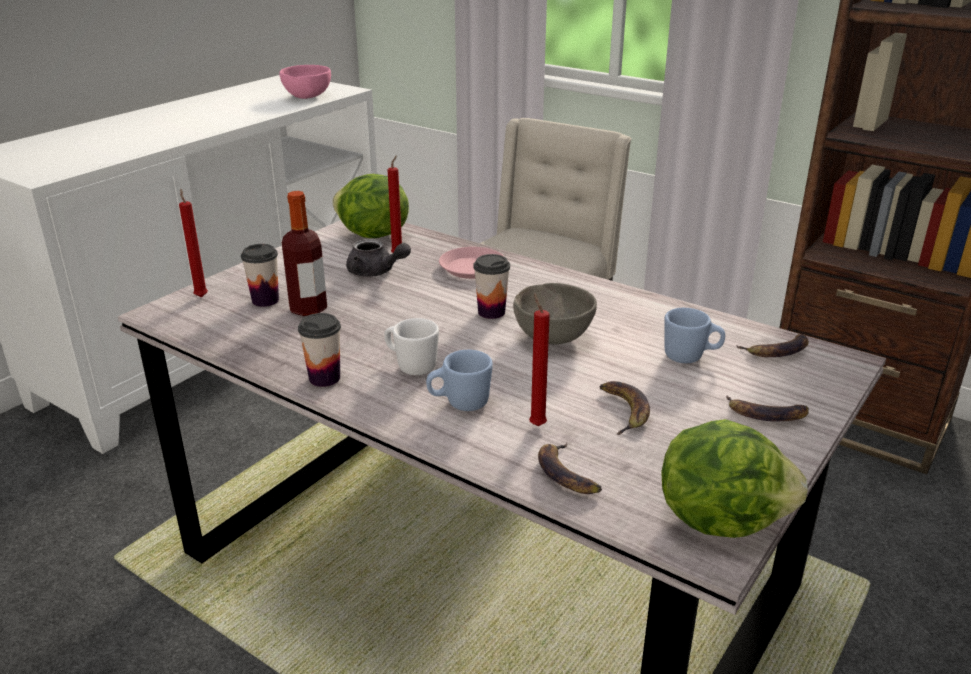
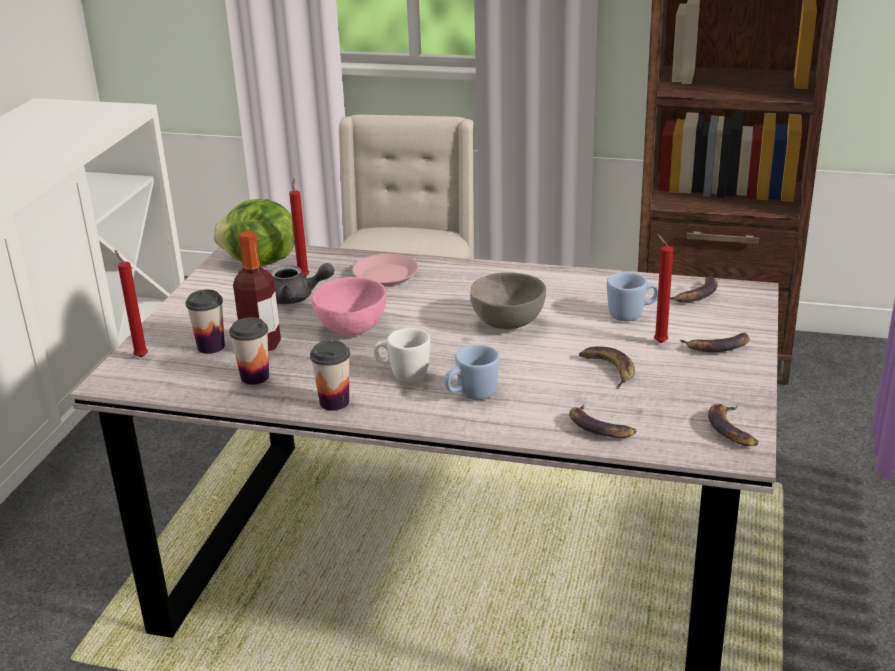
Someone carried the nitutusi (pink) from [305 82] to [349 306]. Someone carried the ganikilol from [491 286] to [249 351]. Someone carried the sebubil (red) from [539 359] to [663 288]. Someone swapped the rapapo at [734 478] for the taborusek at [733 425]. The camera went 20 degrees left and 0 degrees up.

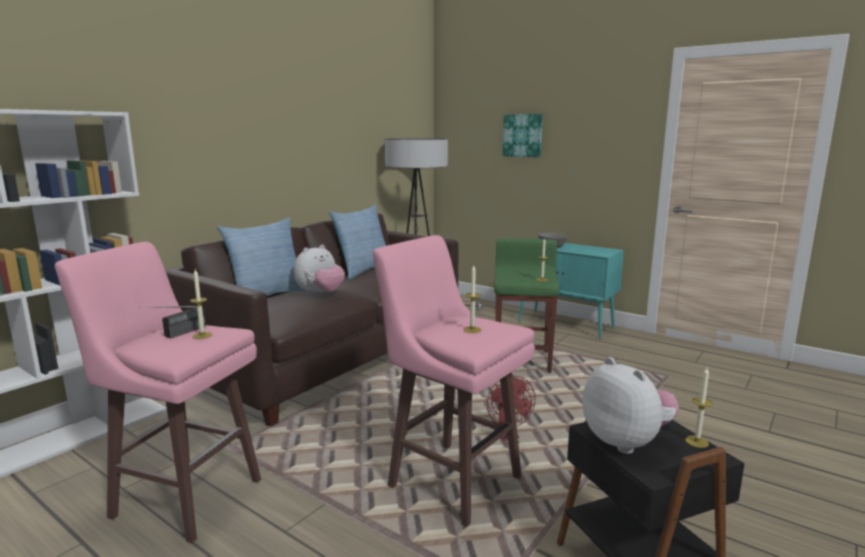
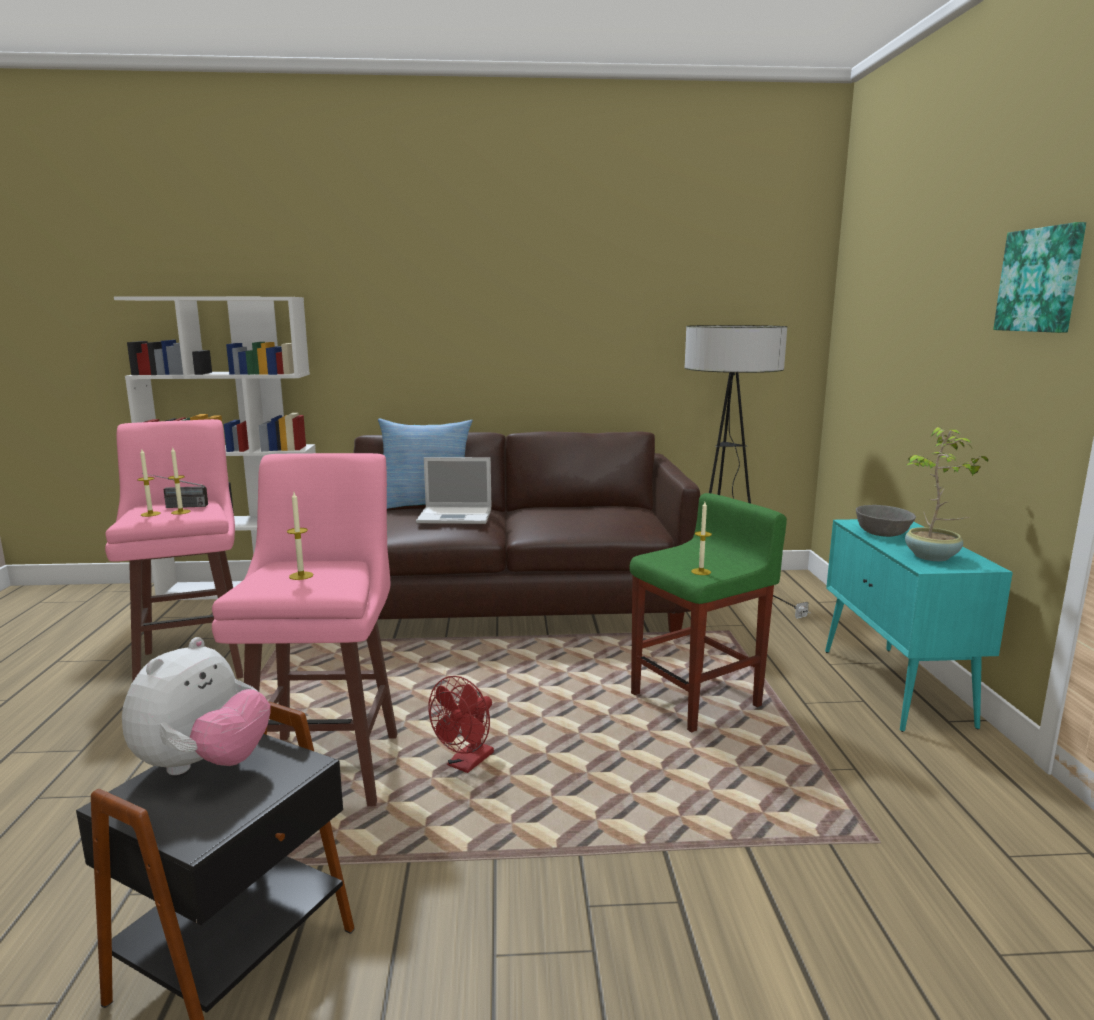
Someone took away the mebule at [357 242]. Someone put down the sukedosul at [946 494]. Someone carried the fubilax from [523 135] to [1039 277]. Someone carried the sebubil from [699 408] to [149 483]. Someone swapped the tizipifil at [319 270] for the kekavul at [453 490]. The camera went 50 degrees right and 0 degrees up.

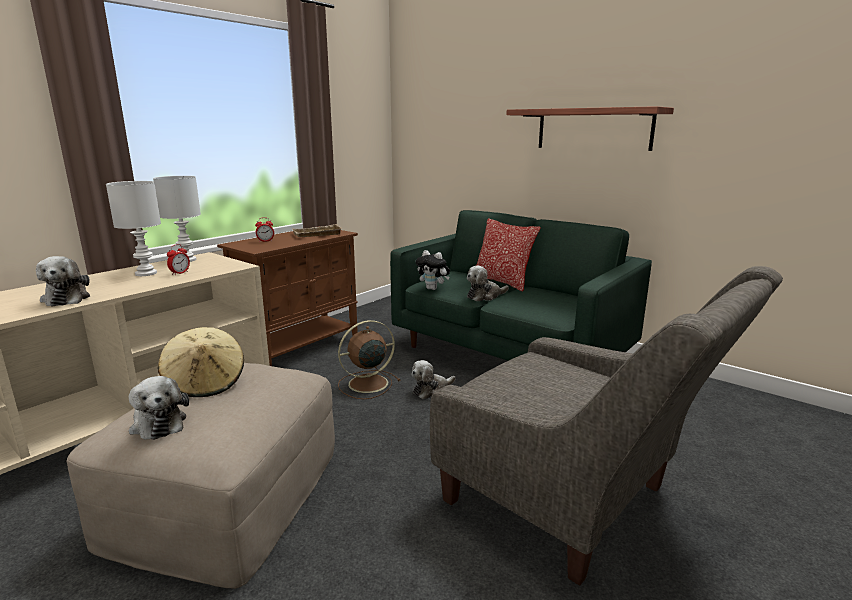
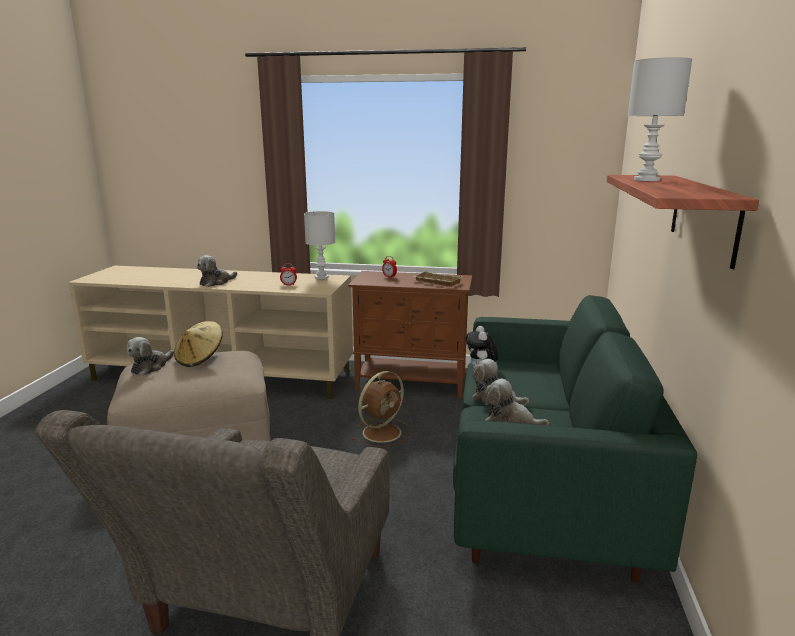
Someone took away the mebule at [508 255]. Someone carried the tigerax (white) from [133 228] to [660 119]. Someone carried the tizipifil from [433 379] to [517 402]. Someone rotated the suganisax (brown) at [369 359] by 105 degrees clockwise. The camera went 60 degrees right and 0 degrees up.

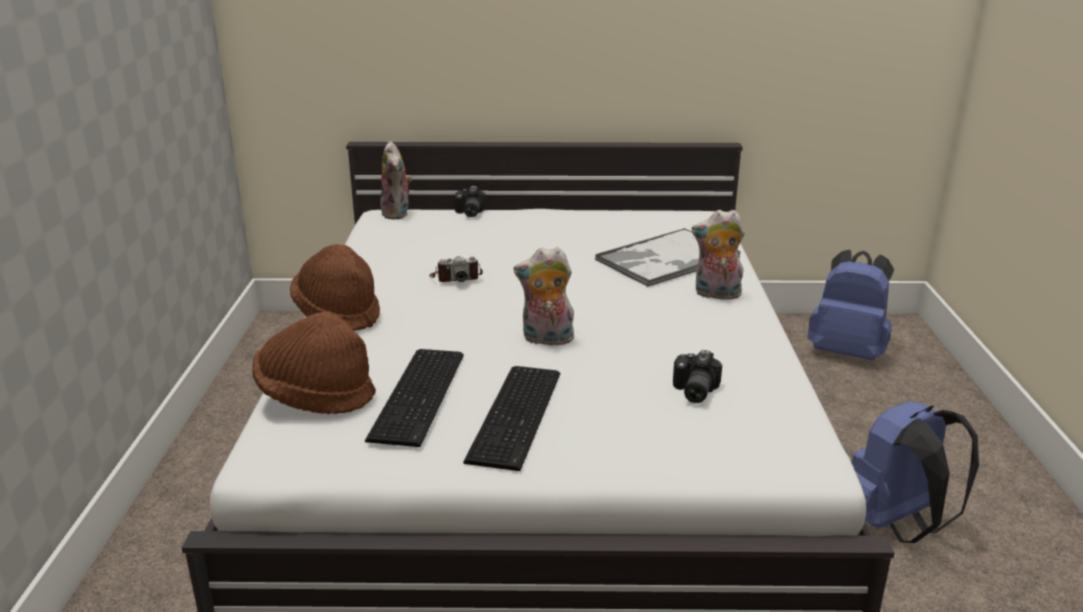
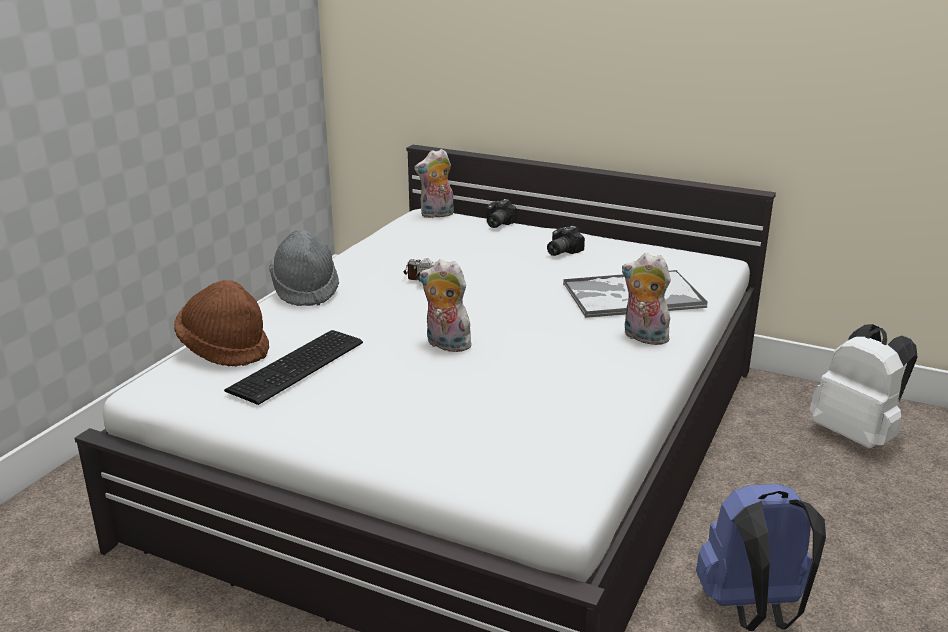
Someone took away the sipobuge at [511 418]. Someone carried the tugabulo from [697 376] to [566 241]. Someone repainted the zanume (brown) at [335 287], which became the zanume (grey) at [304 267]. Someone repainted the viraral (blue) at [850 305], which became the viraral (white) at [863 386]. Someone rotated the tizipifil at [396 180] by 60 degrees clockwise. The camera went 25 degrees right and 0 degrees up.

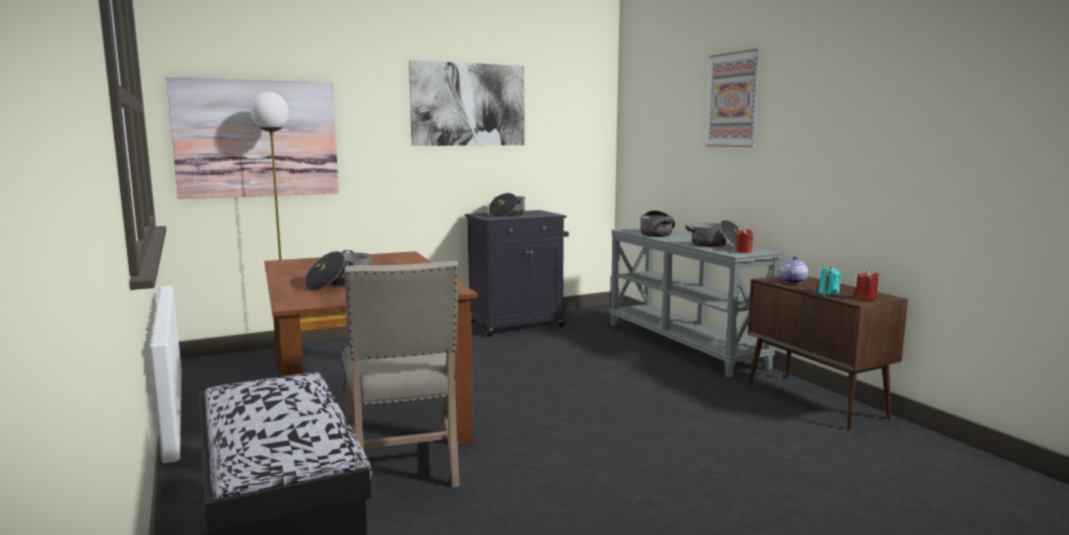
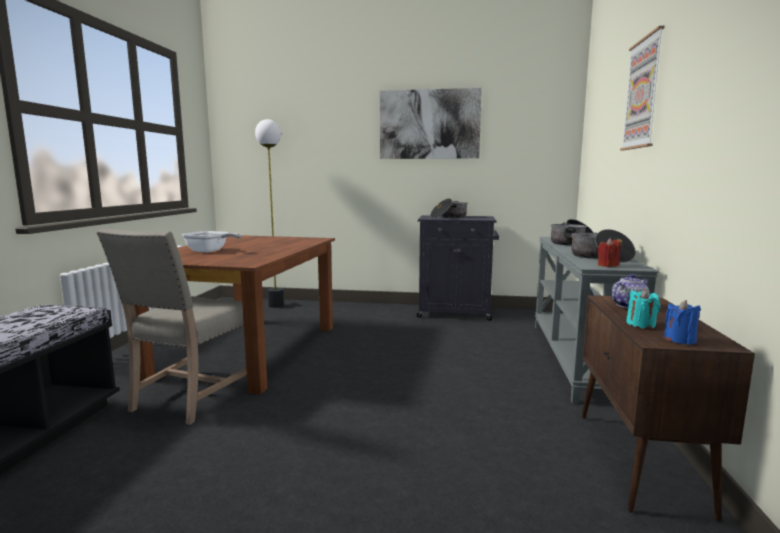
Someone took away the fubilax at [252 138]. Someone swapped the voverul at [338 270] for the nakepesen at [212 241]. Someone repainted the sebubil (red) at [867 285], which became the sebubil (blue) at [682 322]. The camera went 35 degrees right and 0 degrees up.

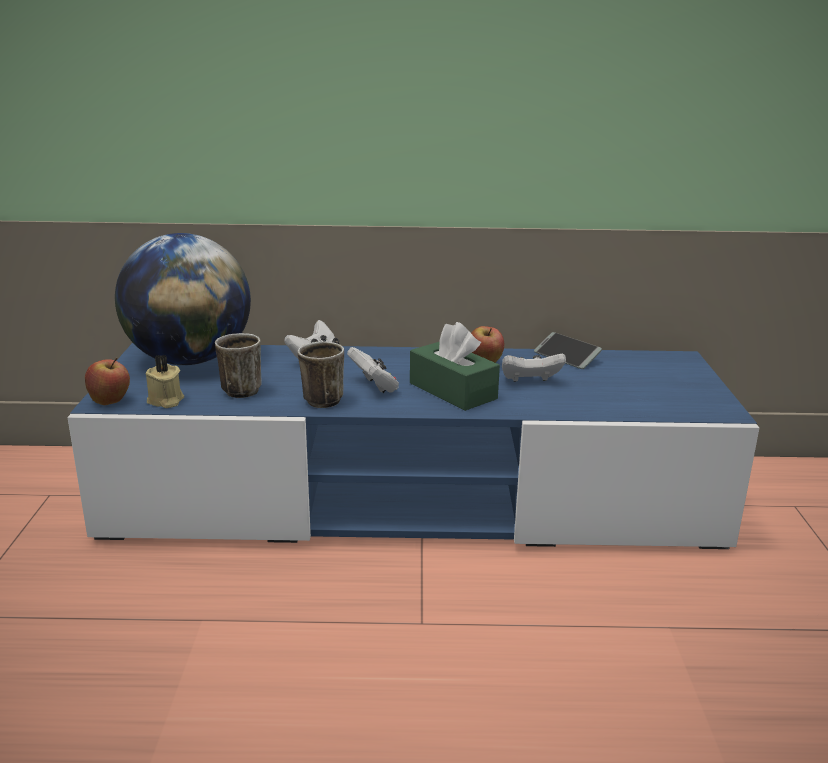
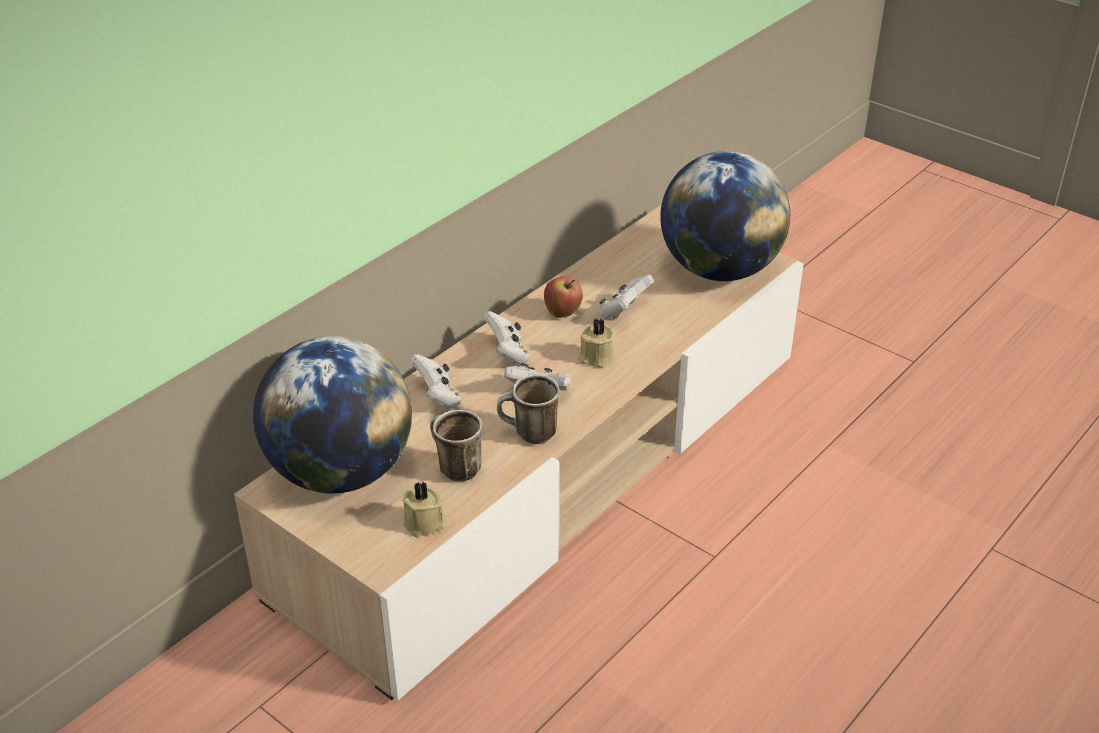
Someone took away the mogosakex at [107 381]. Someone took away the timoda at [568 350]. Someone put down the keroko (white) at [506 338]. Someone put down the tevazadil at [725 216]. Someone swapped the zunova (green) at [455 366] for the sebubil (beige) at [596 343]. Someone repainted the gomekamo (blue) at [413 446], which became the gomekamo (beige) at [519 453]. The camera went 50 degrees left and 15 degrees up.

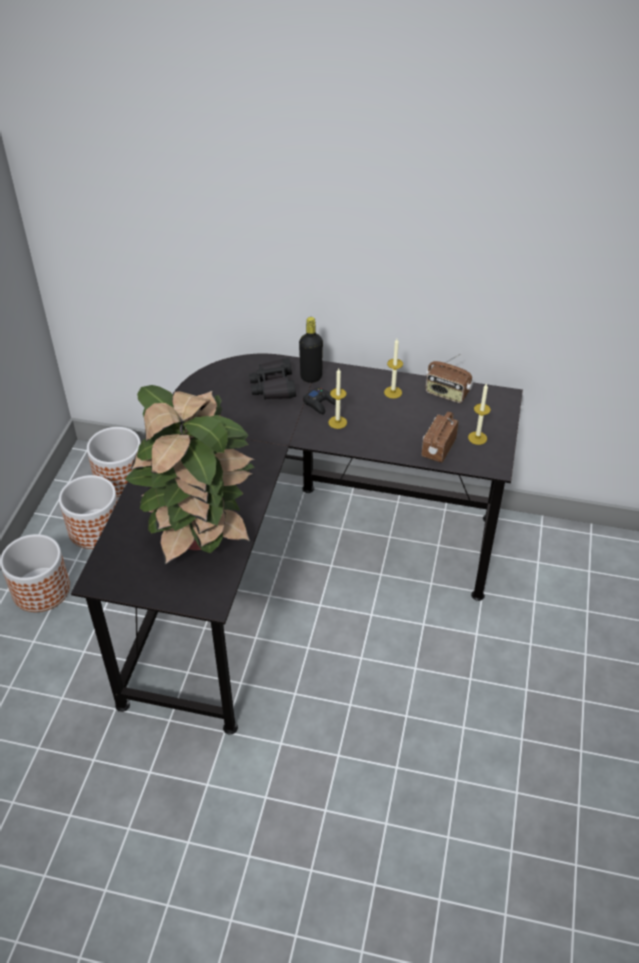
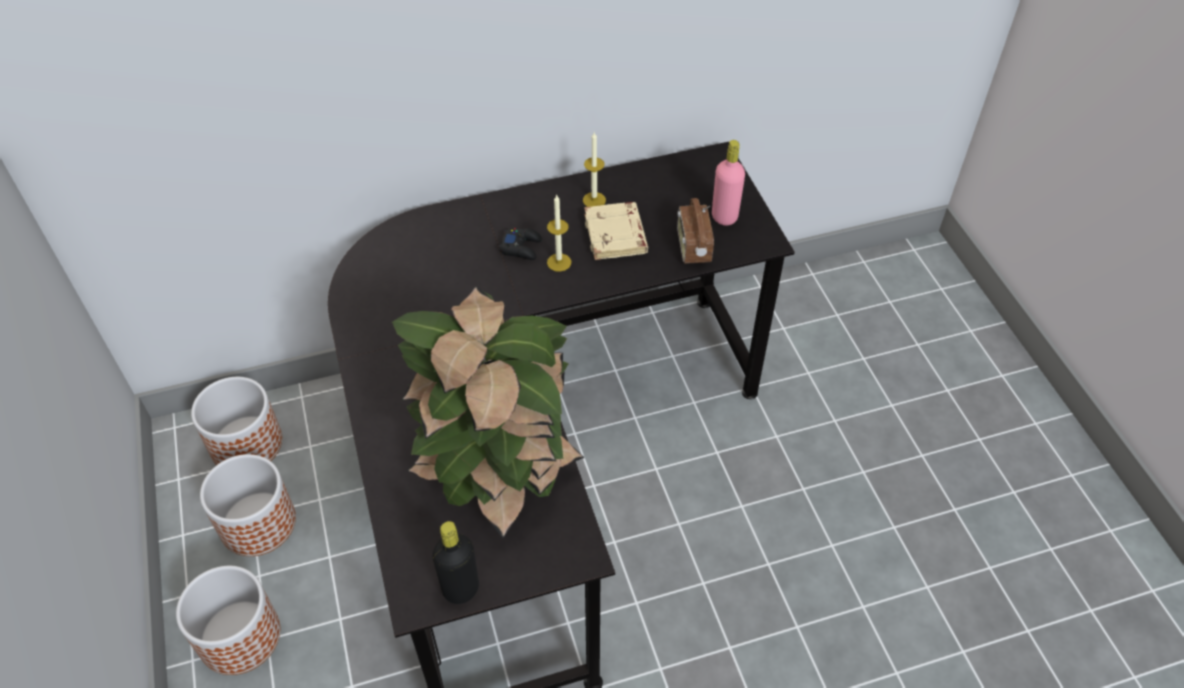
Someone took away the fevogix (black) at [272 379]. Someone took away the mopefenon at [449 378]. Someone put down the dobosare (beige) at [616 231]. Someone carried the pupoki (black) from [311 350] to [455 562]. Someone swapped the sebubil at [479 414] for the pupoki (pink) at [728 182]. The camera went 30 degrees left and 5 degrees up.

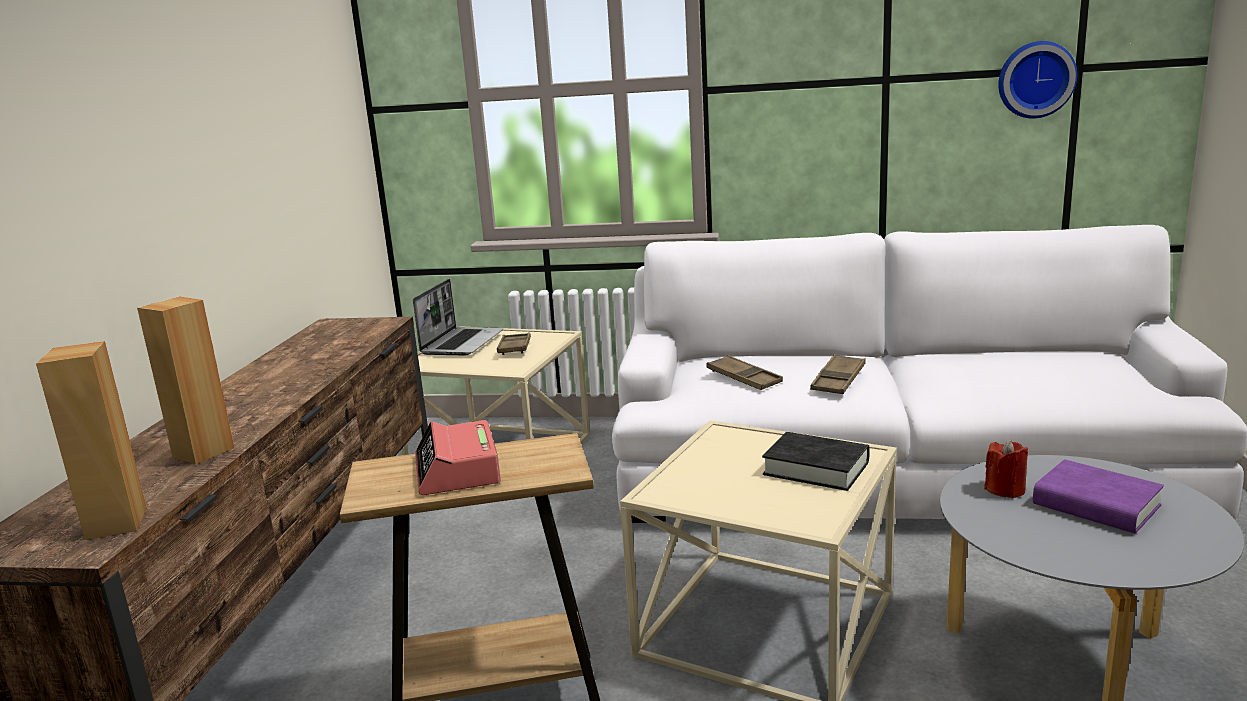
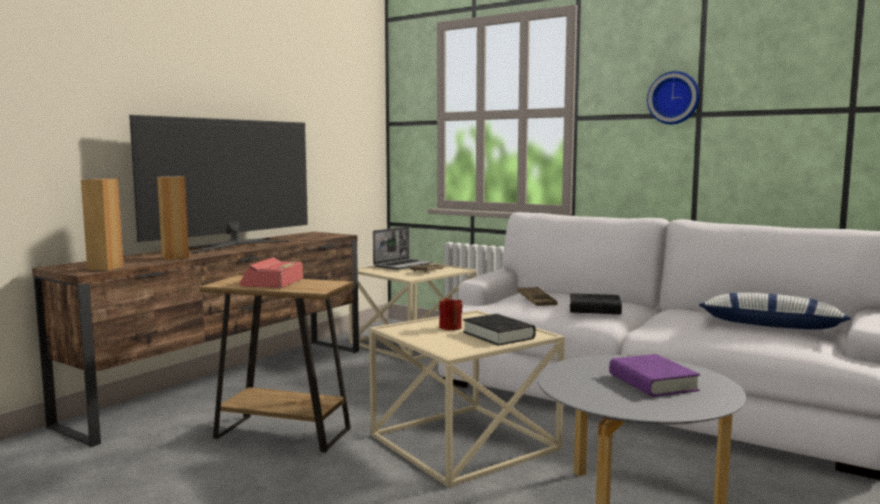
Someone put down the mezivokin at [218 184]. Someone put down the mebule at [775 311]. Someone carried the sebubil (red) from [1006 468] to [451 312]. Someone carried the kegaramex from [1037 80] to [673 97]. Someone swapped the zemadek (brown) at [838 374] for the dobosare (black) at [596 303]. The camera went 25 degrees right and 10 degrees down.

